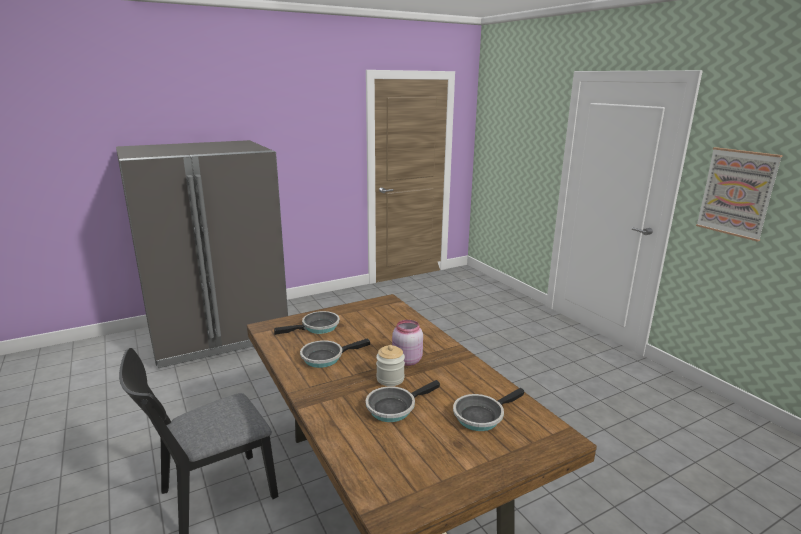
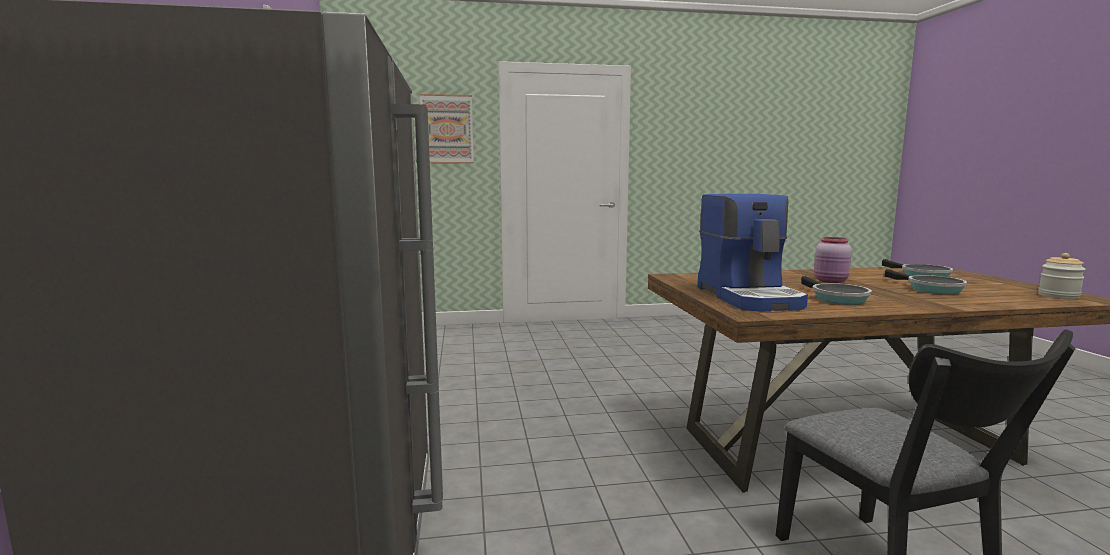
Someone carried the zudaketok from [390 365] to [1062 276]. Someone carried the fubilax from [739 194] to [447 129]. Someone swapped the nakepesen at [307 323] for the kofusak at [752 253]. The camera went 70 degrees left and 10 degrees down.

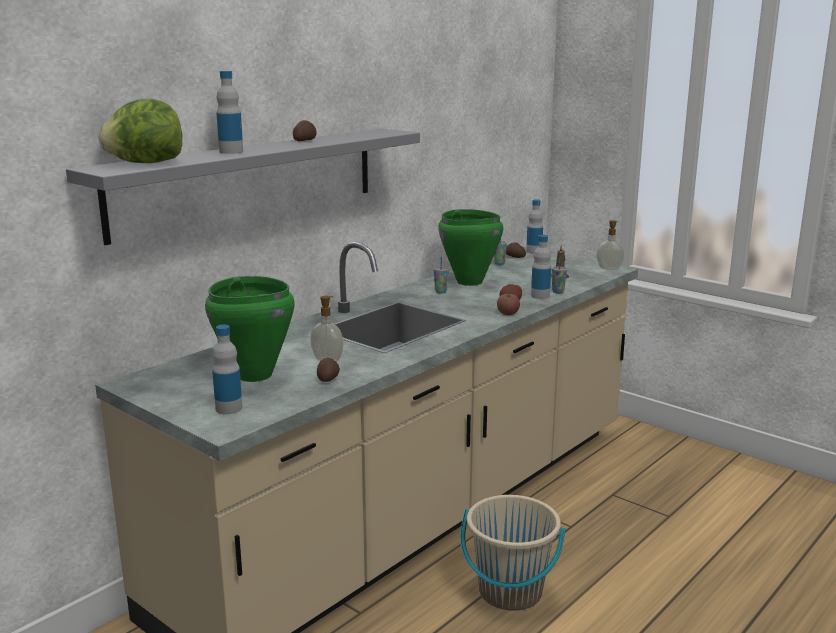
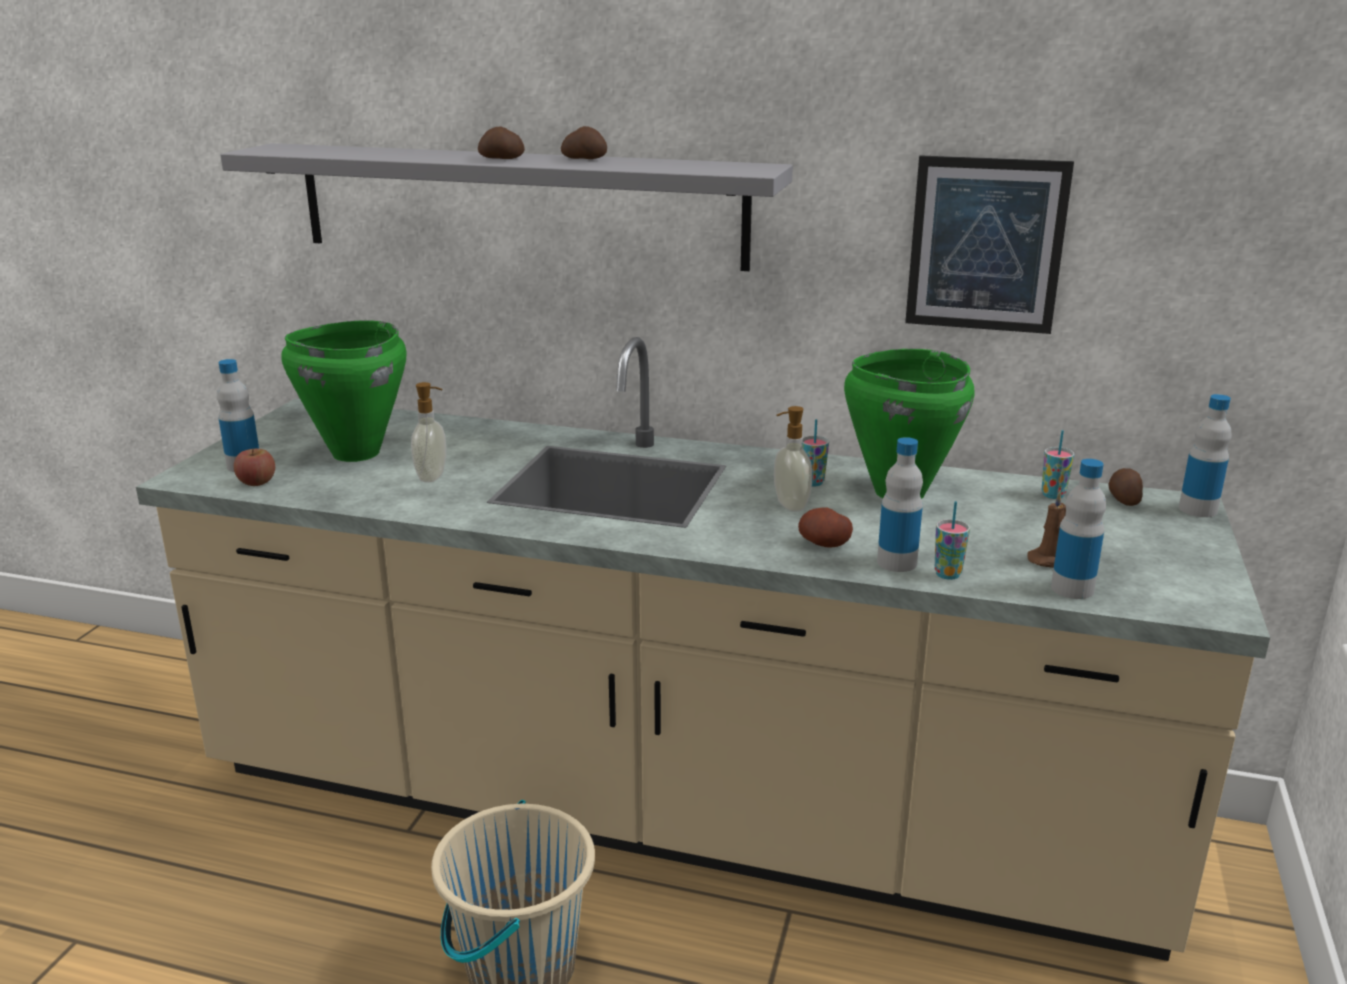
Someone took away the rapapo at [140 131]. Someone put up the fubilax at [989 244]. Someone carried the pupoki from [229 112] to [1078 529]. Someone carried the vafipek from [328 370] to [501 143]. Someone carried the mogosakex from [508 304] to [254 467]. Someone carried the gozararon from [610 245] to [793 459]. The camera went 65 degrees right and 5 degrees up.

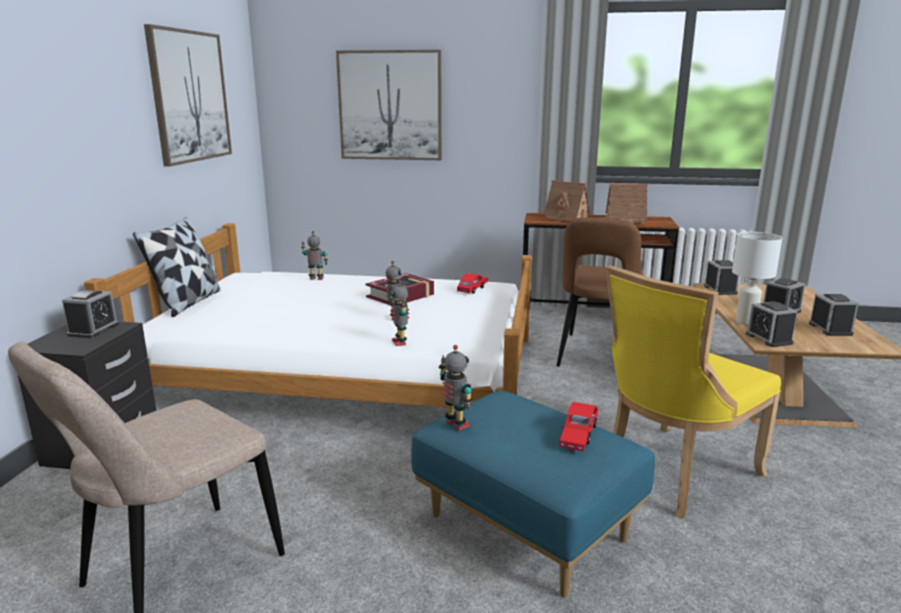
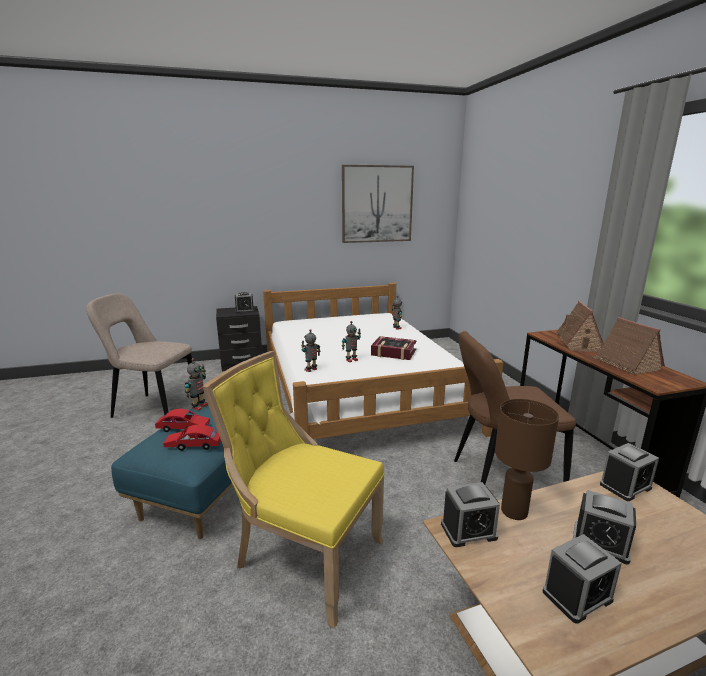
Someone took away the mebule at [177 267]. Someone took away the fubilax at [389 105]. Someone carried the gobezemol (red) from [472 283] to [182 420]. Someone repainted the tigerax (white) at [757 278], which became the tigerax (brown) at [527 459]. Someone rotated the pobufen at [771 324] by 150 degrees counterclockwise. The camera went 65 degrees right and 0 degrees up.

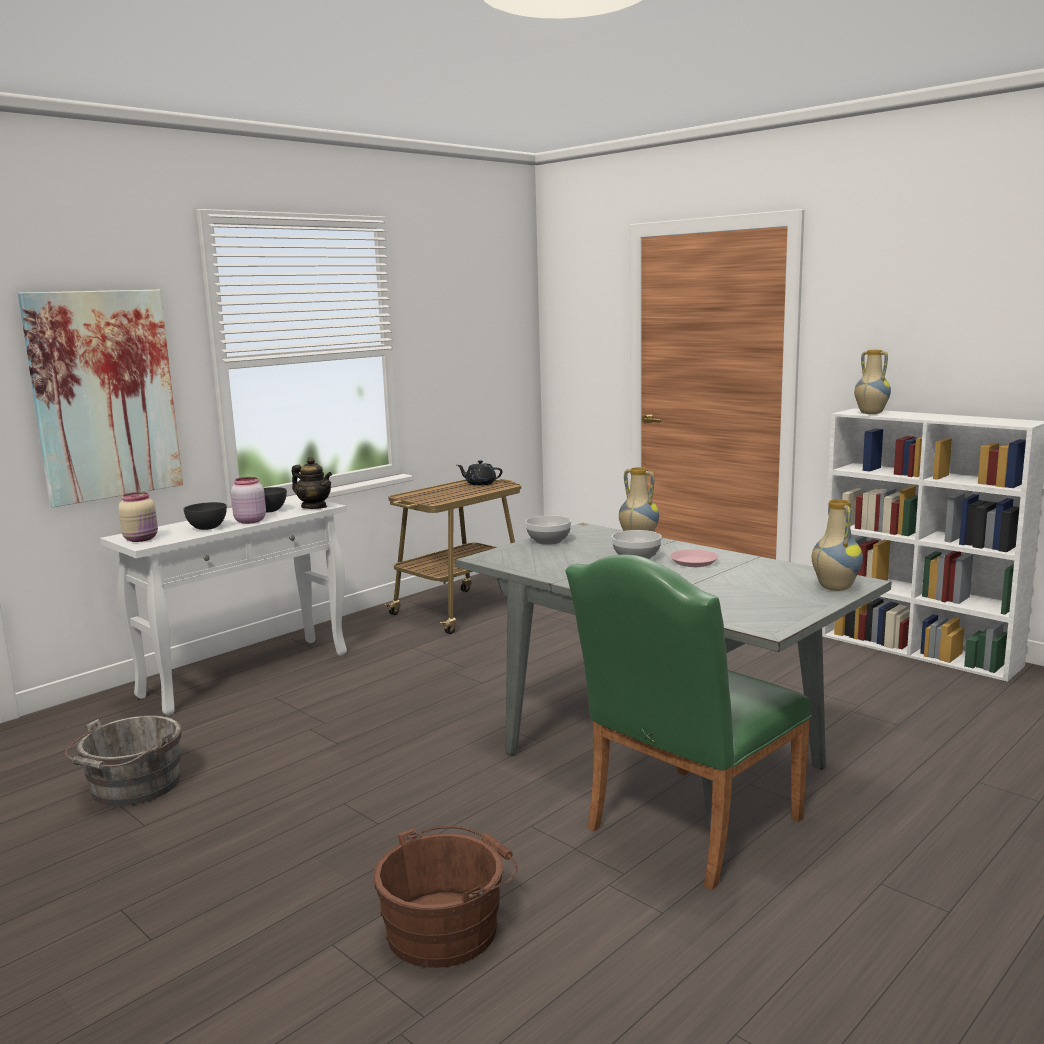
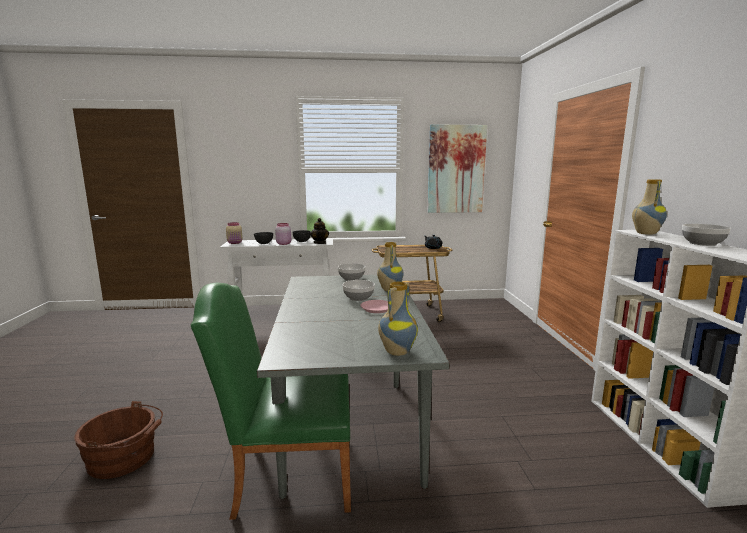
Someone took away the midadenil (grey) at [123 760]. Someone put down the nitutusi at [706 235]. Someone carried the fubilax from [100 398] to [457 168]. The camera went 40 degrees right and 0 degrees up.

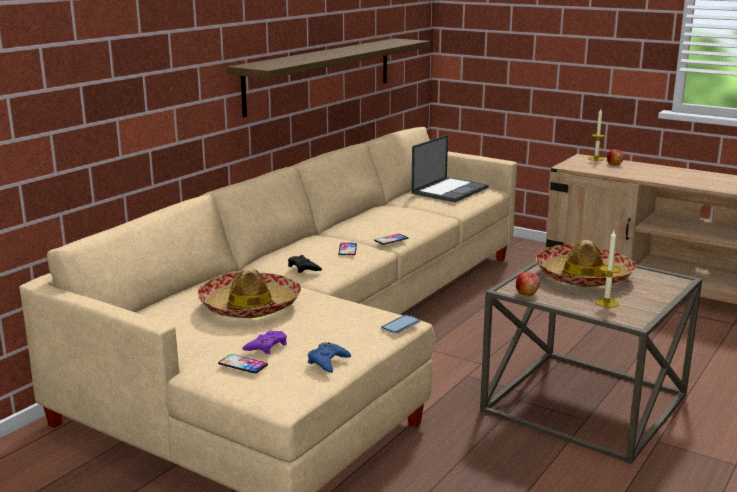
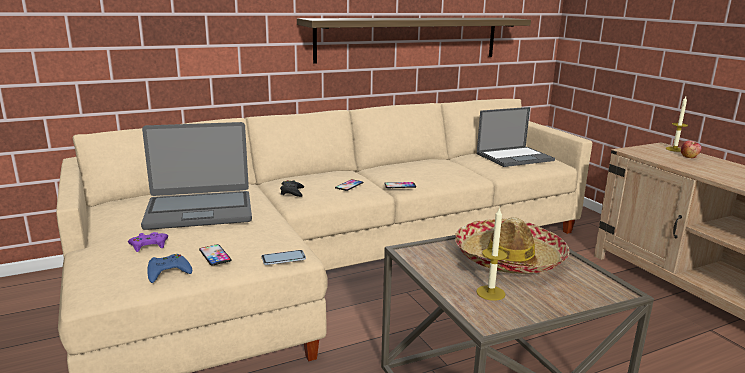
Someone took away the mogosakex at [528 284]. Someone carried the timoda from [243 364] to [215 254]. Someone swapped the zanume at [249 293] for the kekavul at [196 176]. The camera went 30 degrees right and 0 degrees up.

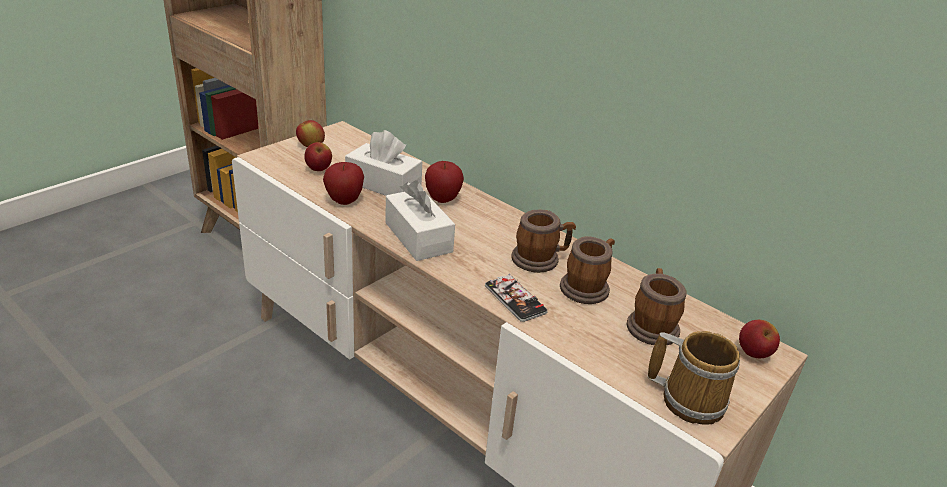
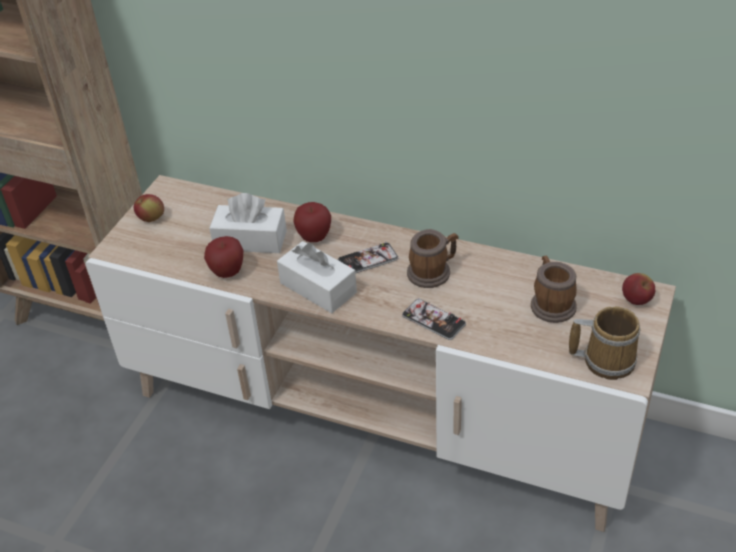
Someone took away the mogosakex at [318 156]. Someone took away the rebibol at [587 270]. Someone put down the timoda at [368 258]. The camera went 15 degrees left and 10 degrees up.

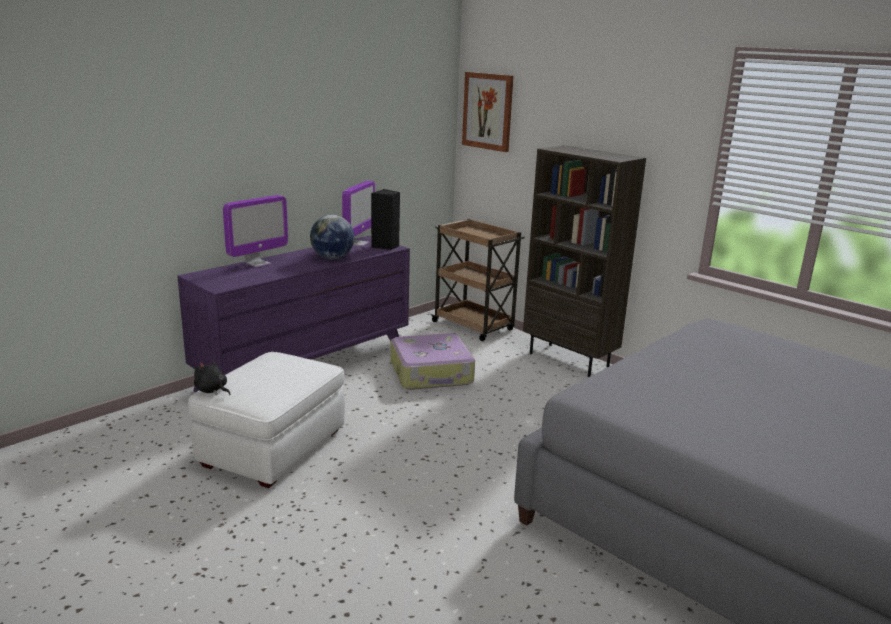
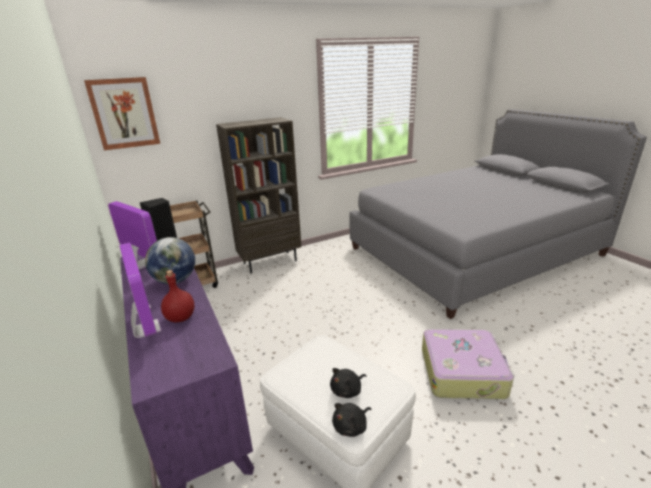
Someone put down the pupoki (red) at [177 296]. Someone put down the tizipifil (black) at [348 383]. Someone carried the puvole from [433 361] to [468 364]. The camera went 70 degrees left and 5 degrees up.

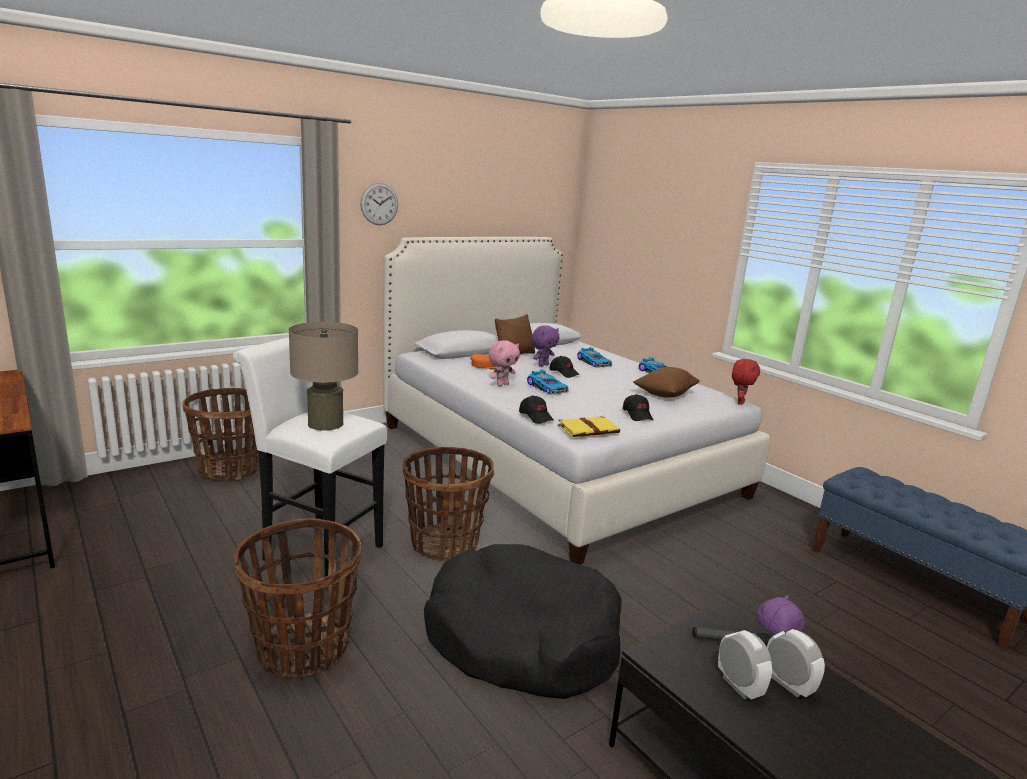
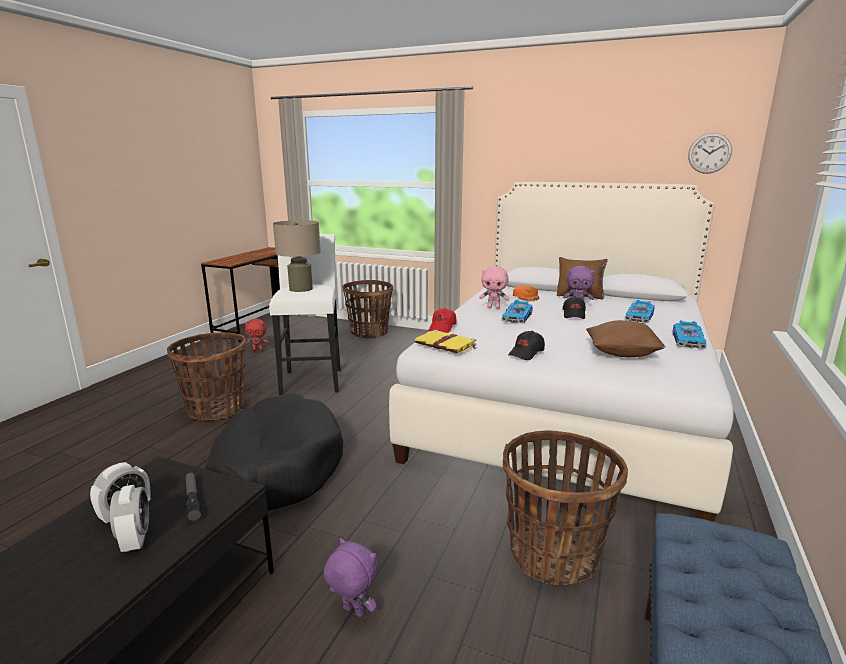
Someone carried the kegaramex from [379 204] to [710 153]. Someone carried the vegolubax from [448 504] to [565 507]. Someone carried the tizipifil (red) from [746 382] to [256 335]. Someone repainted the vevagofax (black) at [536 409], which became the vevagofax (red) at [442 320]. Someone rotated the pobufen at [796 663] by 45 degrees counterclockwise. The camera went 60 degrees right and 0 degrees up.

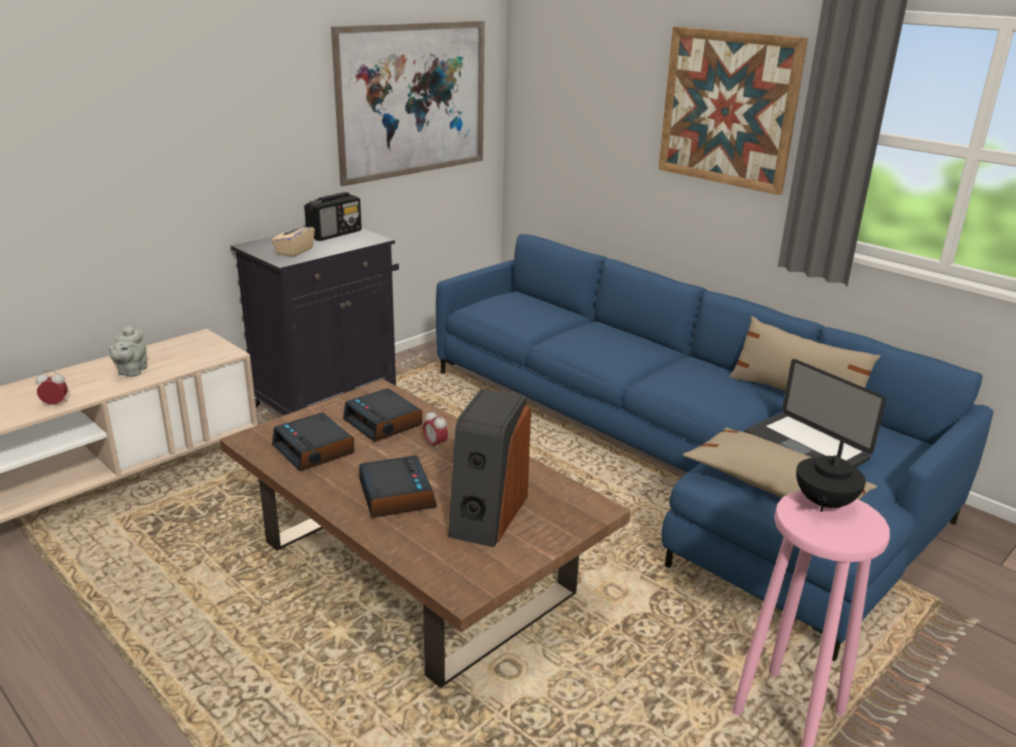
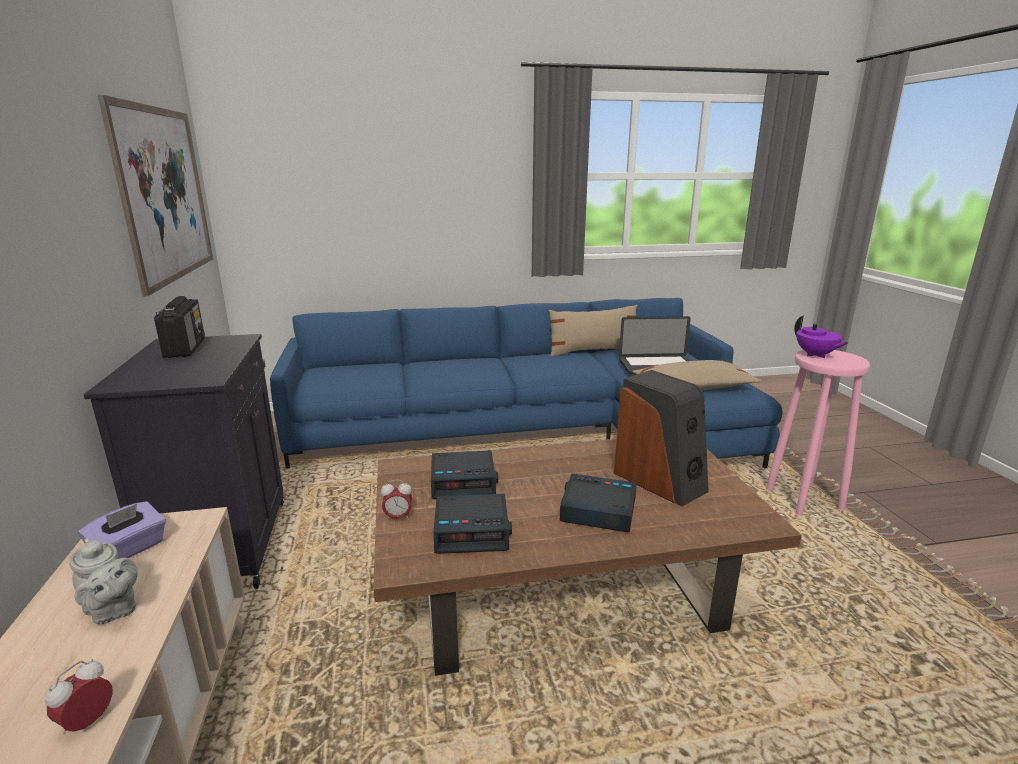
Someone took away the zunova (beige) at [293 238]. Someone took away the fubilax at [733 111]. Someone put down the zunova (purple) at [122 530]. Someone carried the pobufen from [435 430] to [396 500]. Someone repainted the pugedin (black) at [831 475], which became the pugedin (purple) at [821 336]. The camera went 55 degrees left and 5 degrees down.

